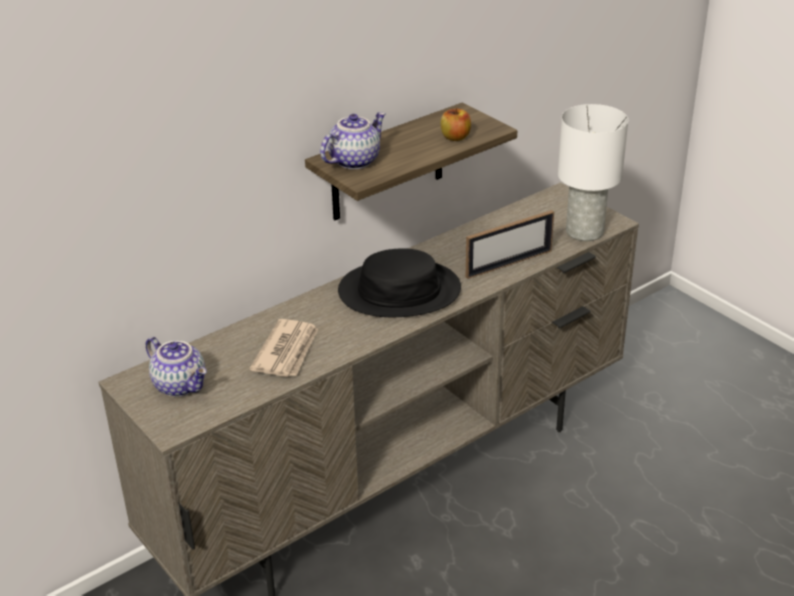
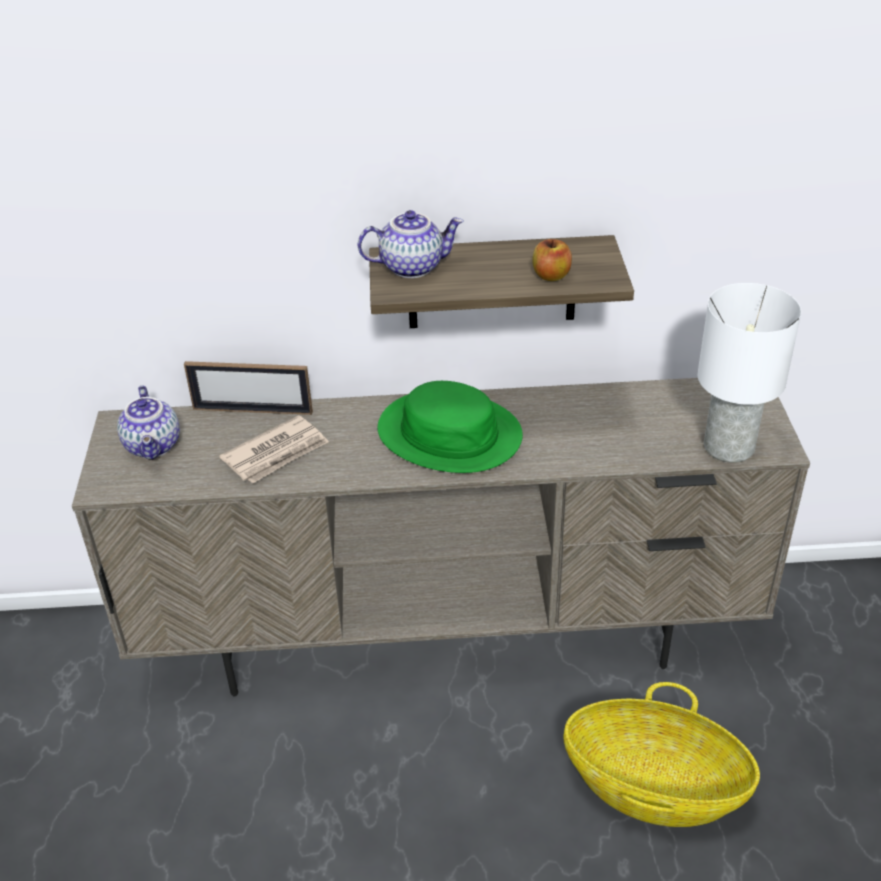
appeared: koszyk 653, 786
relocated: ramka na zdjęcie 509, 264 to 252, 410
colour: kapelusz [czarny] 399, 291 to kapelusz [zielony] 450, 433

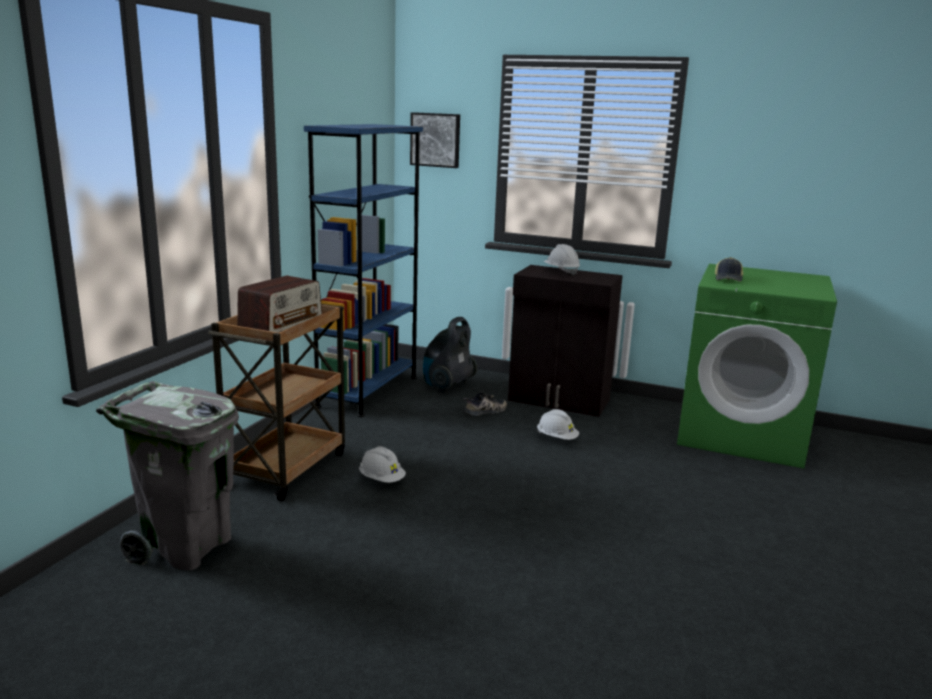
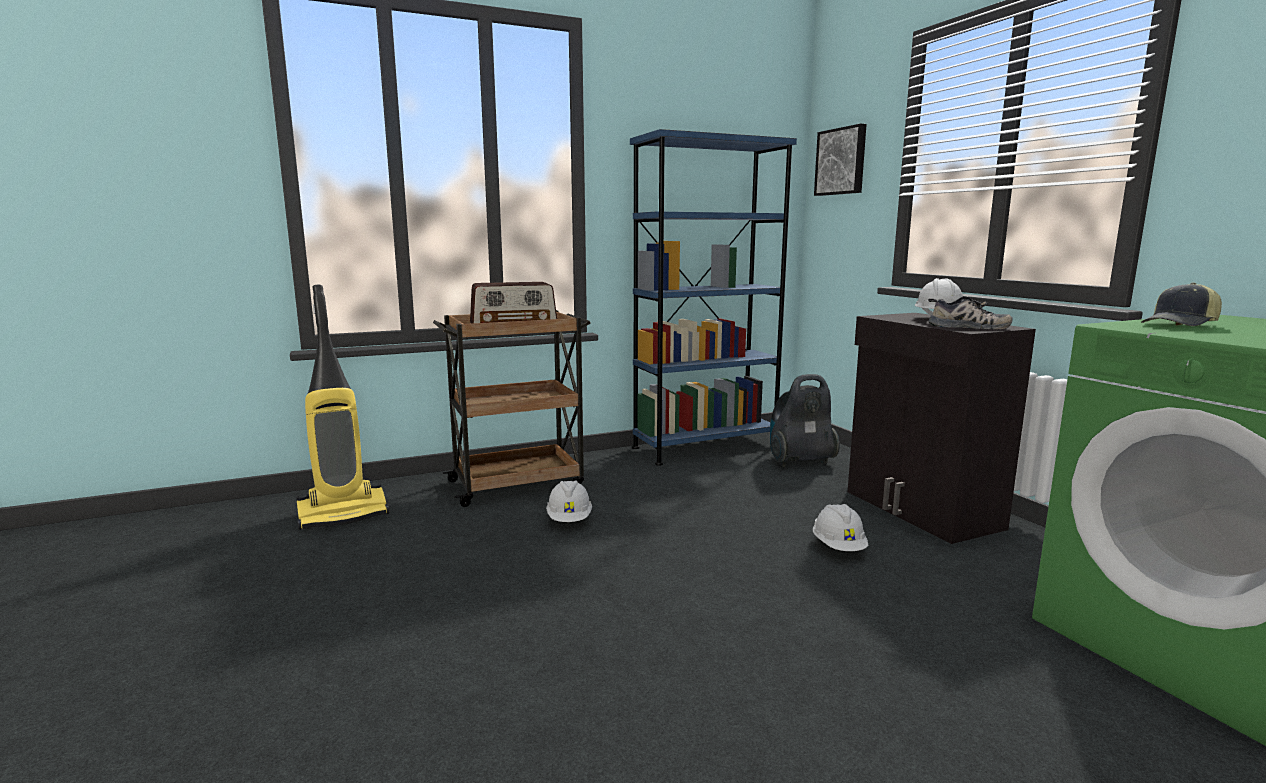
relocated: but 485, 411 to 968, 327
exchanged: kosz na śmieci [szary] 186, 547 to odkurzacz 344, 514

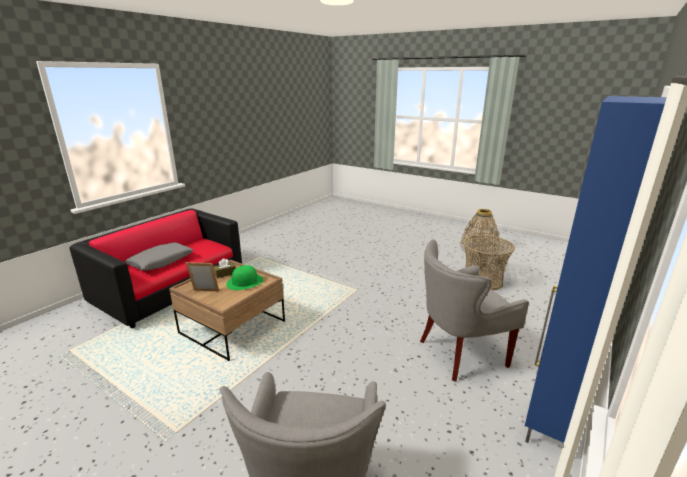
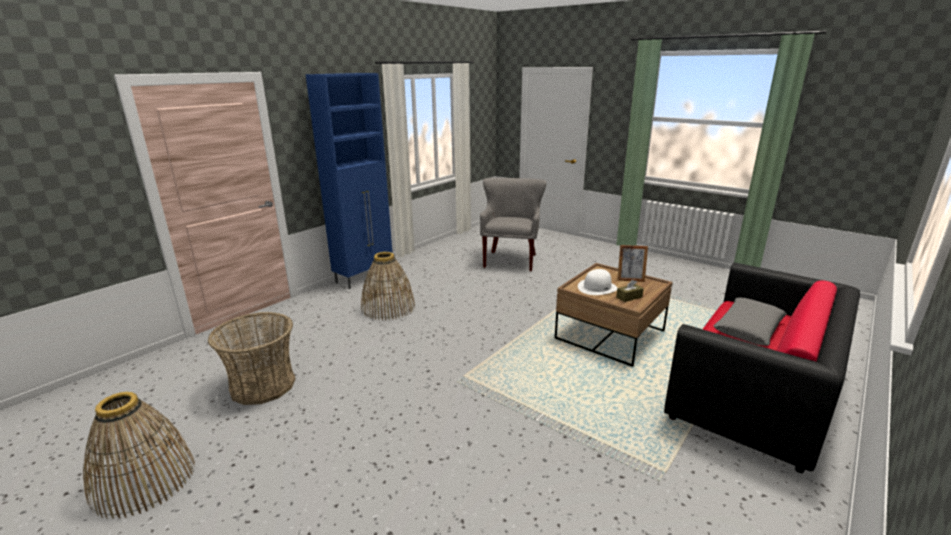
exchanged: fotel [szary] 459, 353 to koszyk 388, 307
colour: kapelusz [zielony] 245, 282 to kapelusz [biały] 597, 287

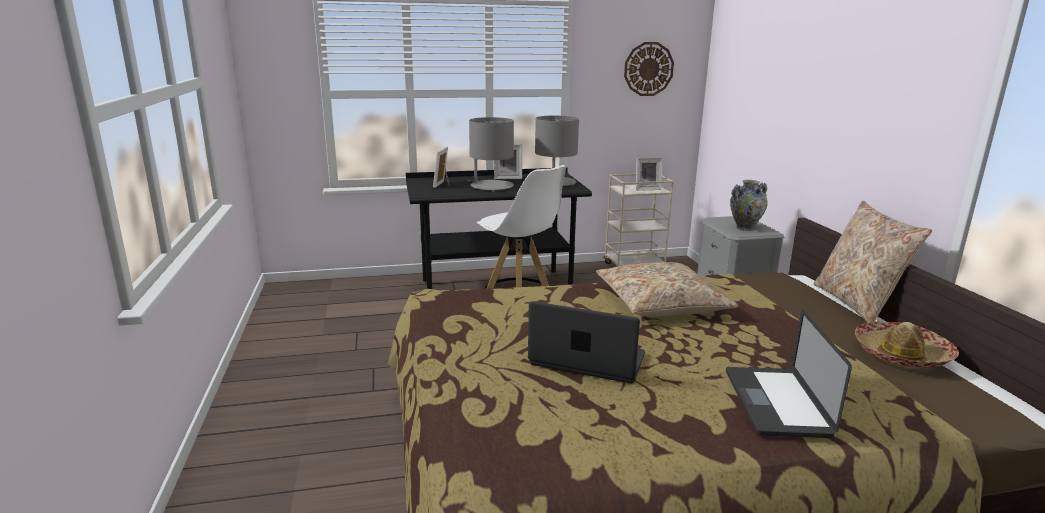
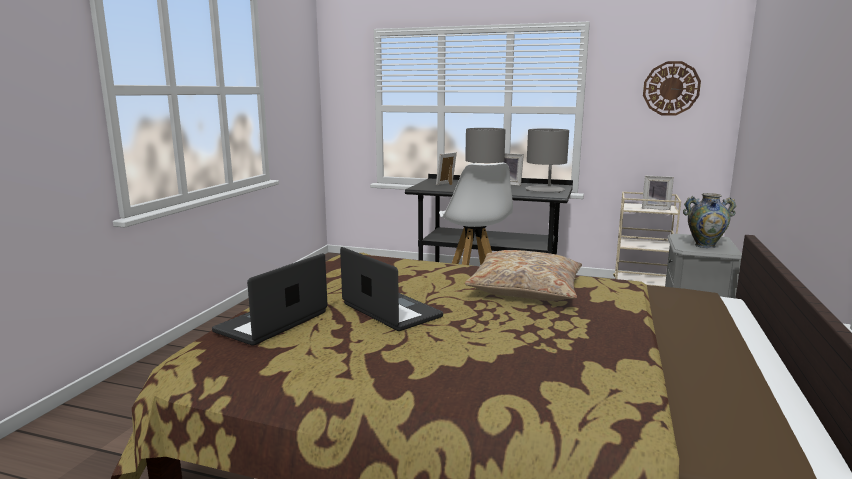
missing: poduszka [beżowy] 857, 304; kapelusz 901, 354
relocated: laptop 776, 403 to 272, 322

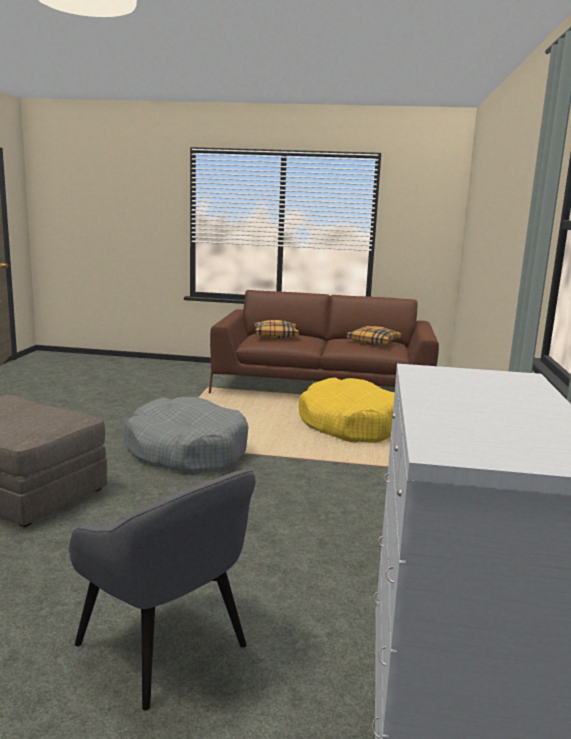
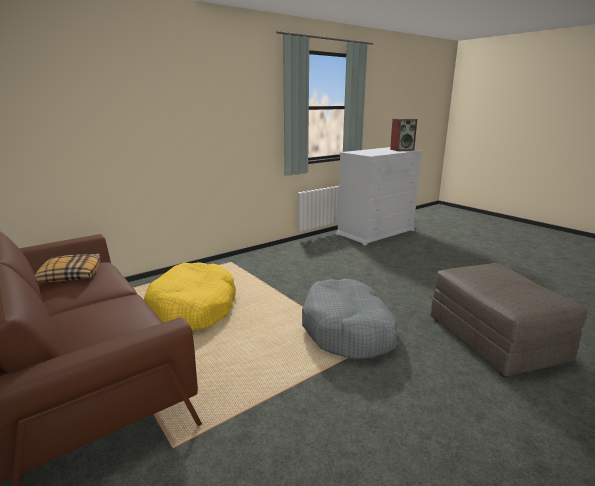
missing: fotel [szary] 164, 647; poduszka 275, 335
appeared: głośnik 402, 150

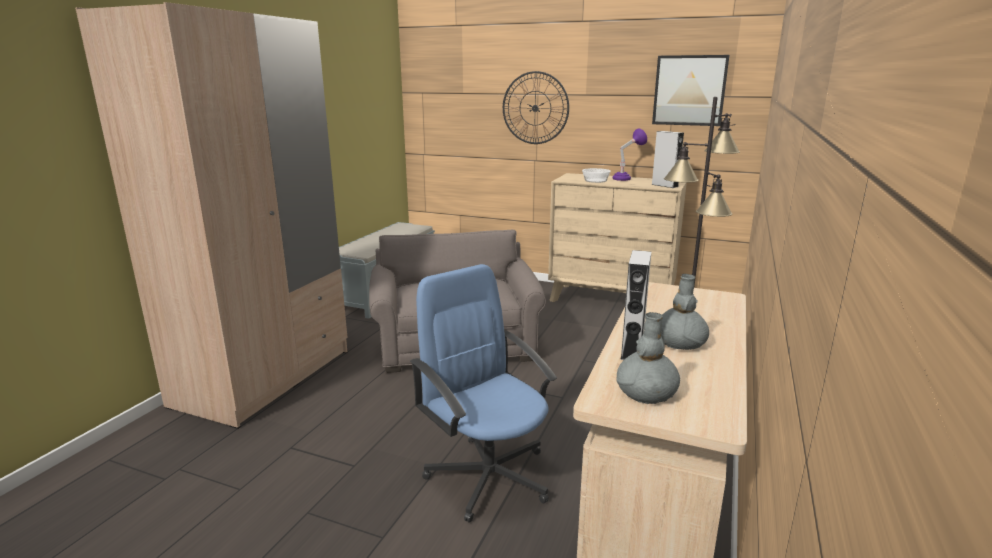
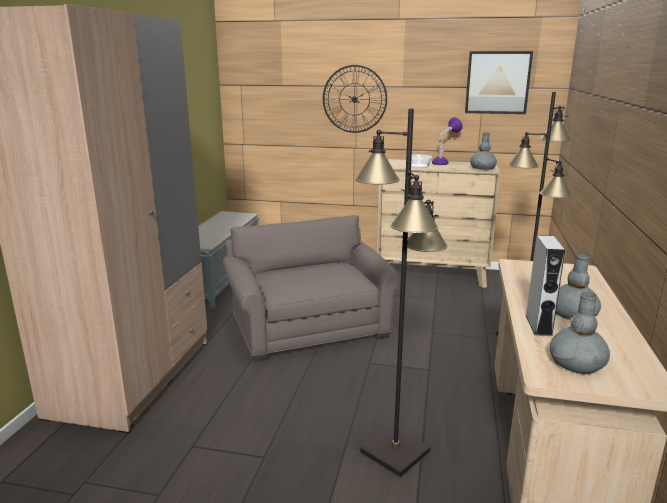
exchanged: krzesło biurowe [niebieski] 488, 475 to lampa stojąca [czarny] 395, 451; głośnik [szary] 664, 185 to wazon [szary] 482, 168

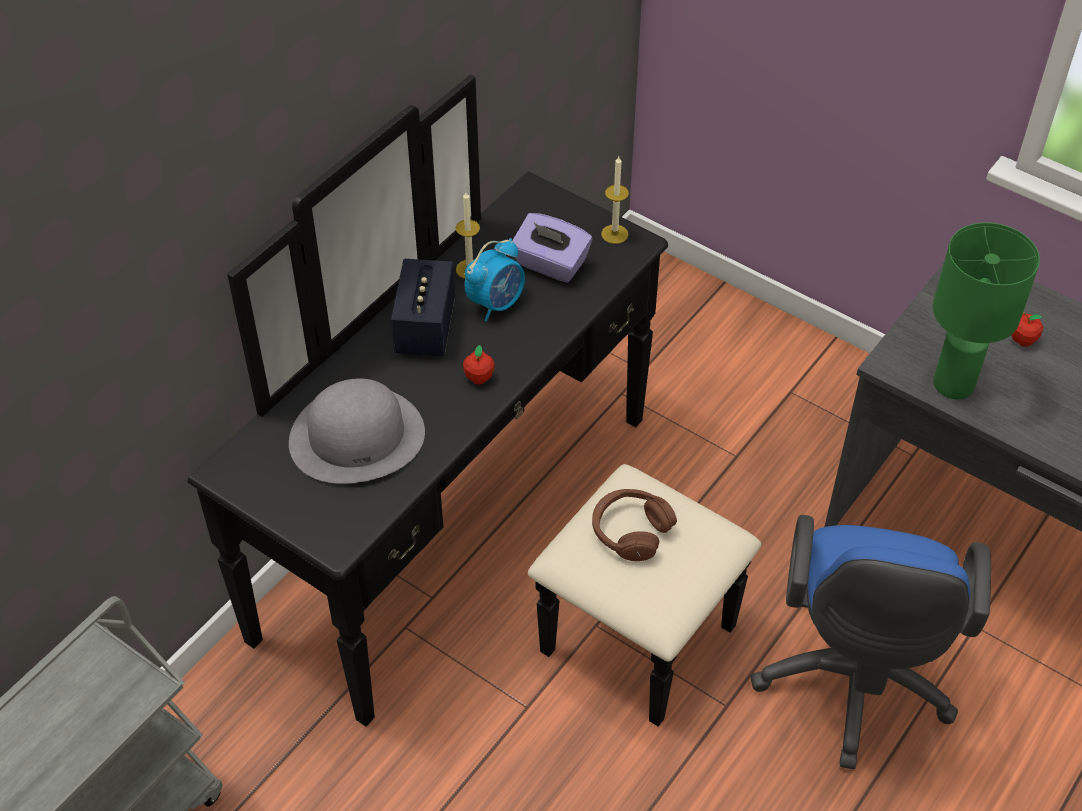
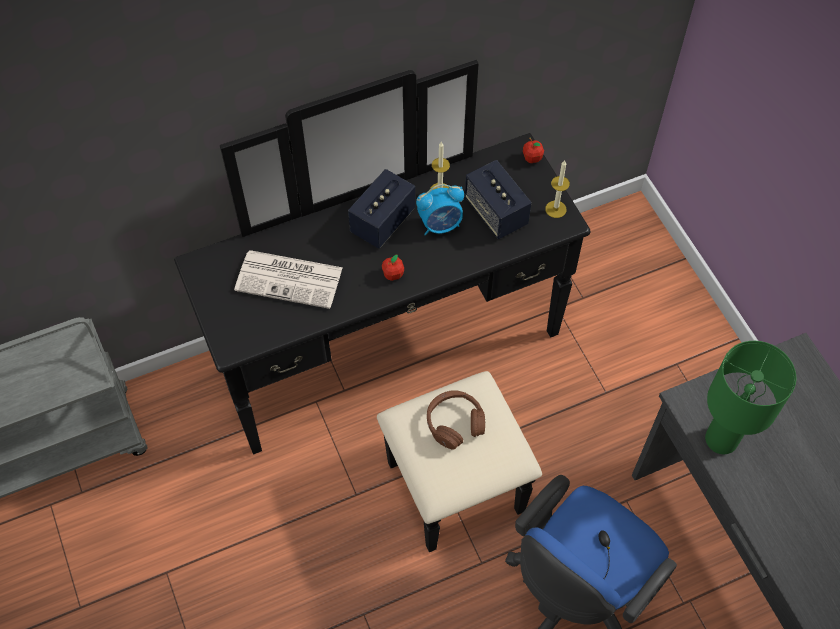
relocated: jabłko 1022, 340 to 532, 158
exchanged: kapelusz [szary] 357, 436 to gazeta 290, 279; pudełko chusteczek [fioletowy] 550, 264 to głośnik 496, 212

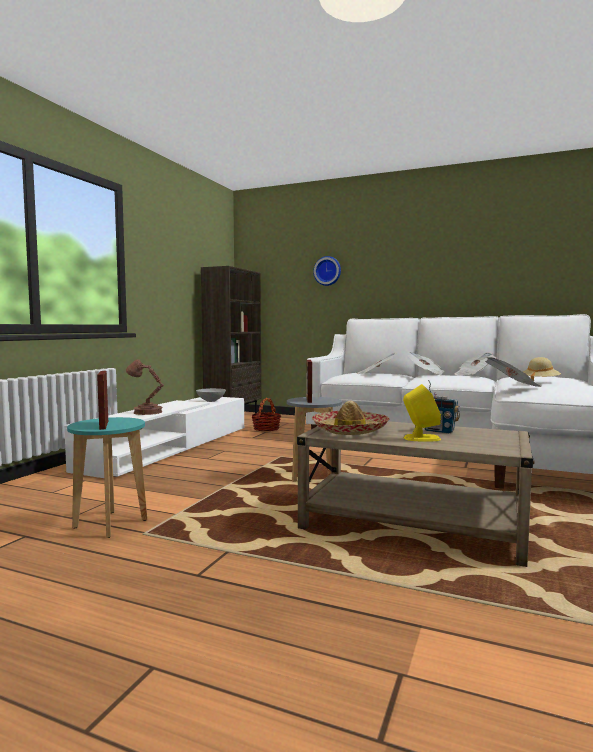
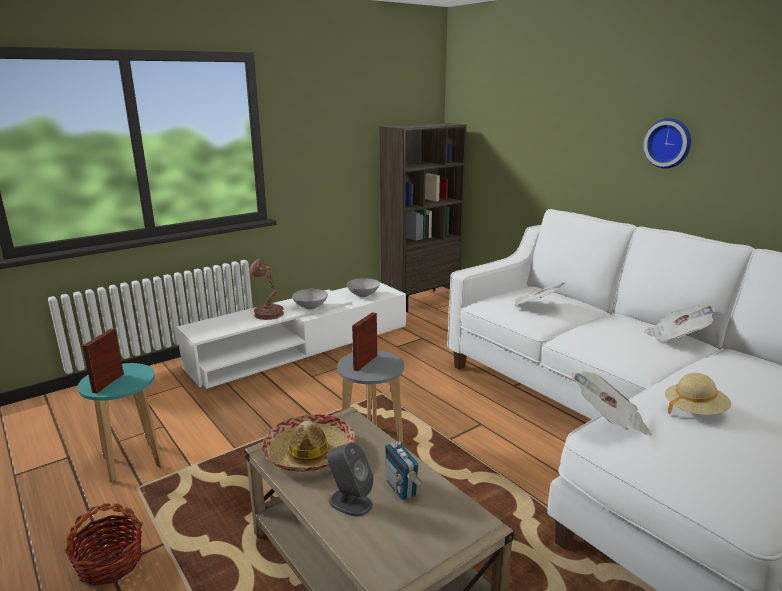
missing: gazeta 426, 373
appeared: miska [szary] 310, 307
relocated: koszyk 266, 429 to 110, 563; zegar ścienny 327, 271 to 669, 143
colour: głośnik [żółty] 421, 438 to głośnik [szary] 350, 502

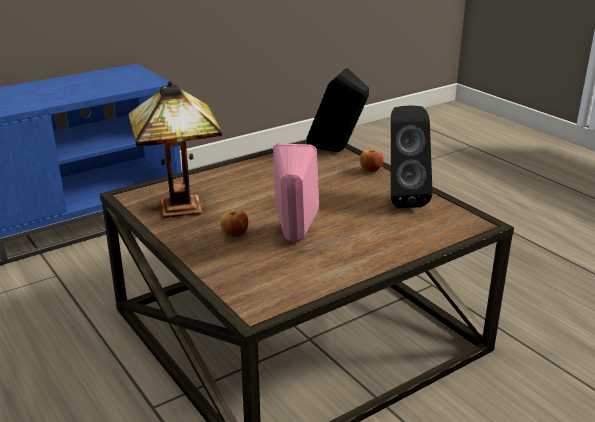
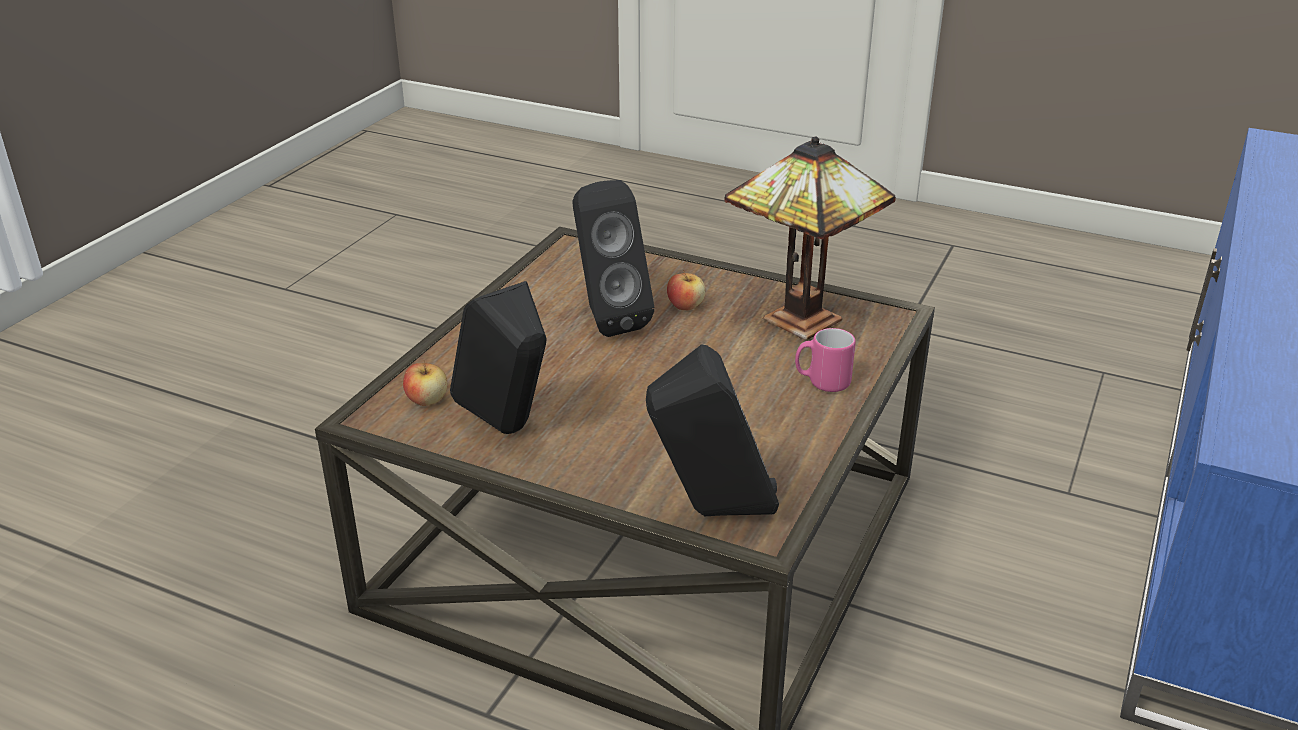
appeared: kubek [różowy] 822, 382
relocated: jabłko 370, 170 to 427, 400
colour: głośnik [różowy] 294, 240 to głośnik [czarny] 606, 319

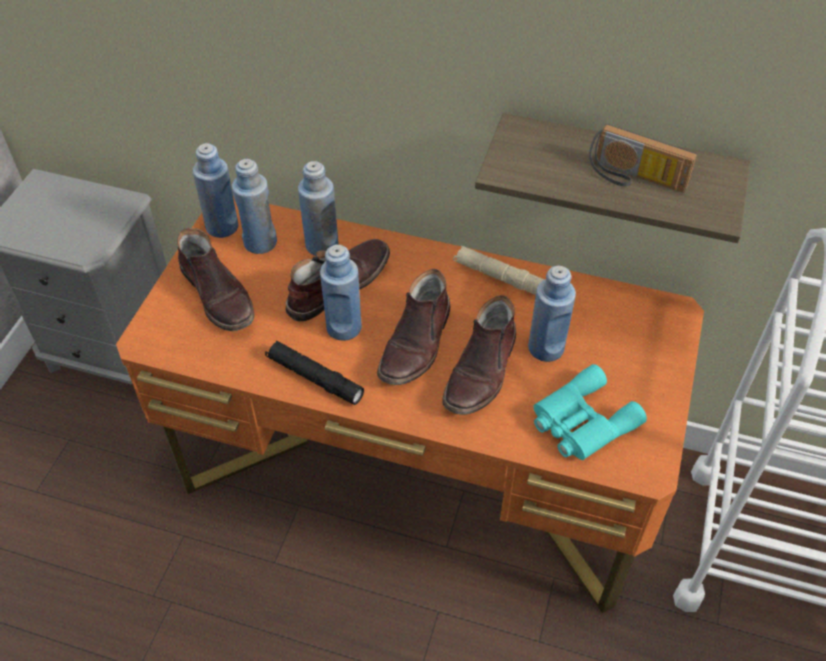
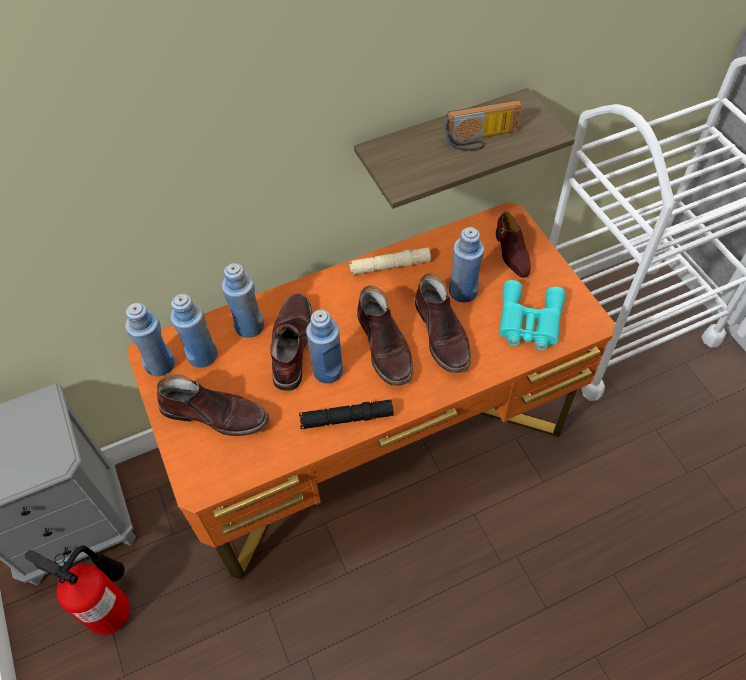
appeared: gaśnica 112, 606; but [brązowy] 511, 253

